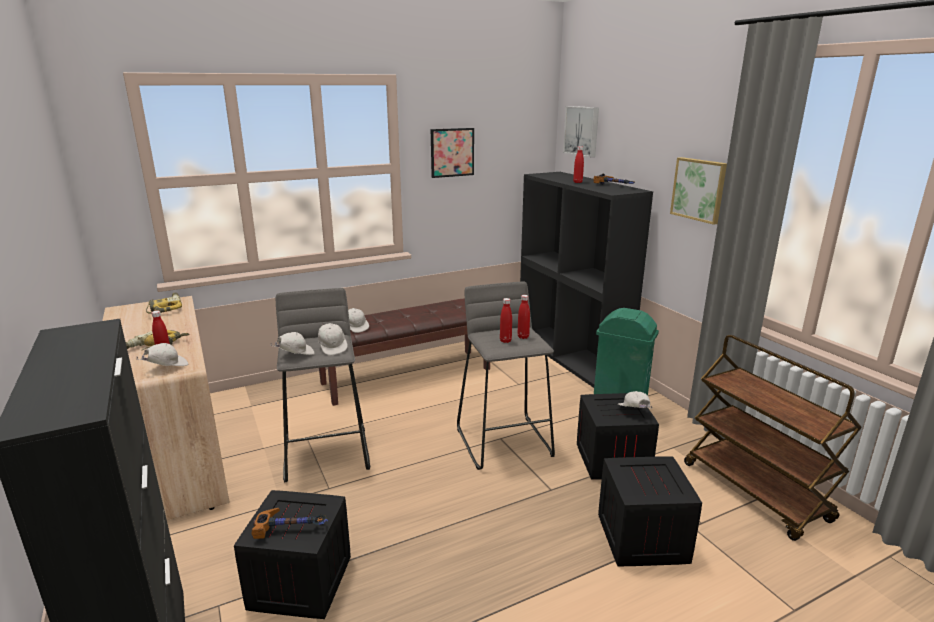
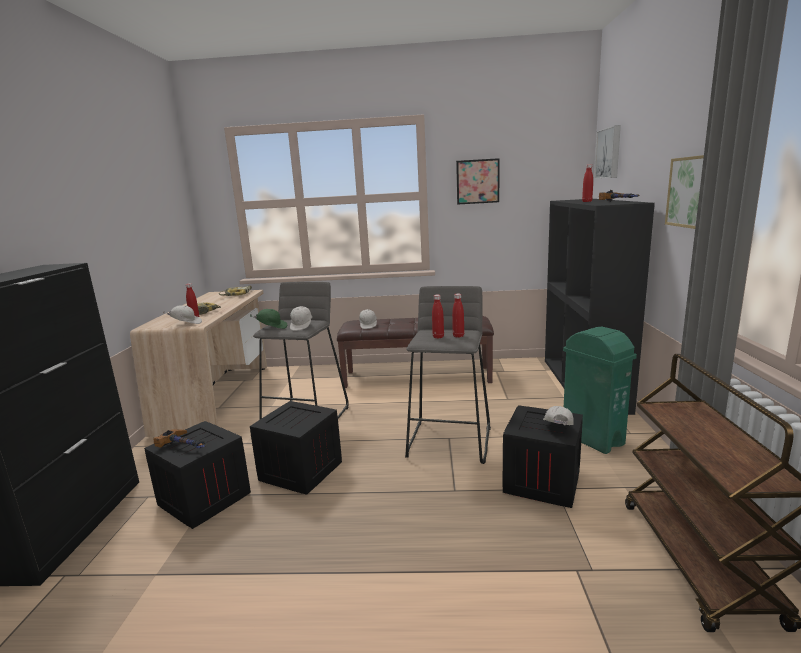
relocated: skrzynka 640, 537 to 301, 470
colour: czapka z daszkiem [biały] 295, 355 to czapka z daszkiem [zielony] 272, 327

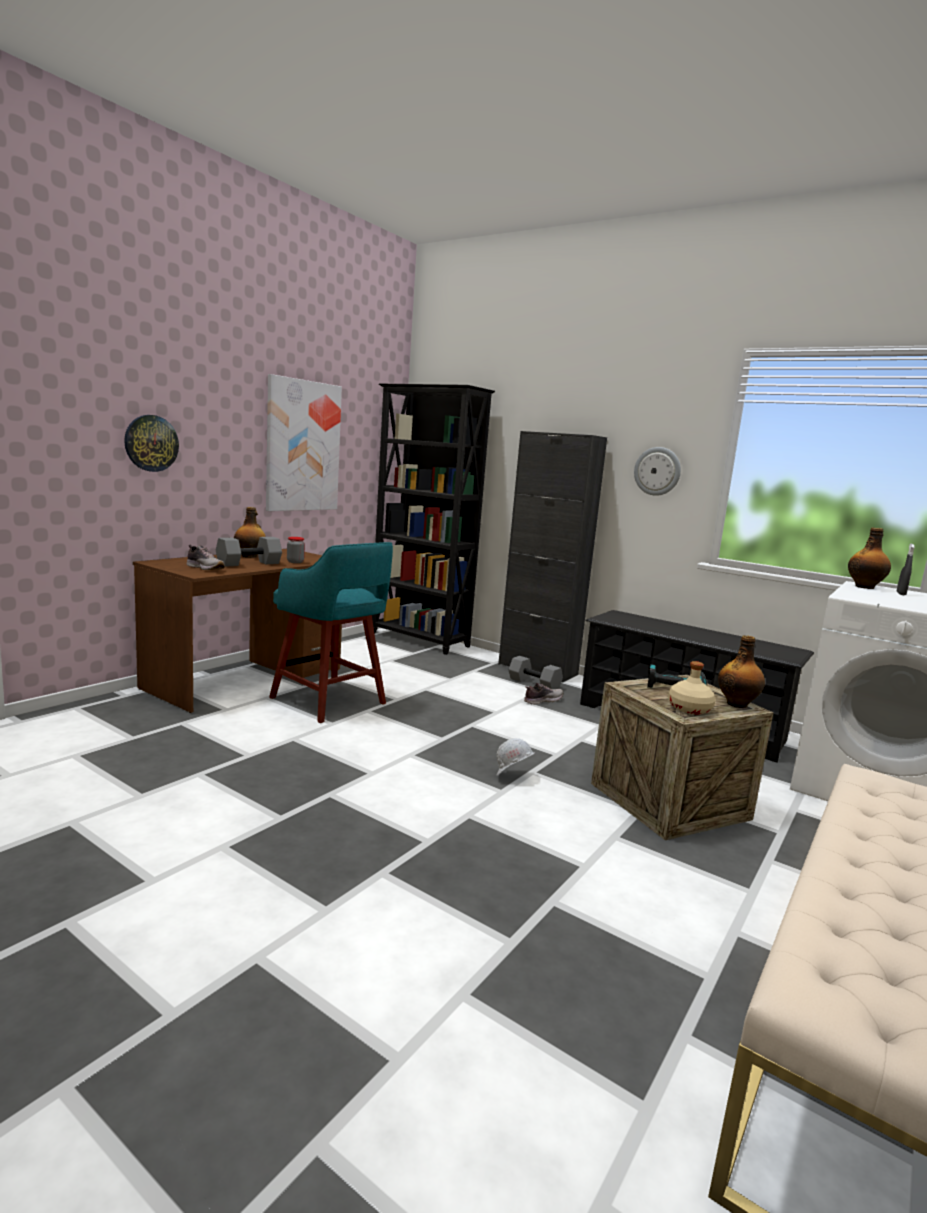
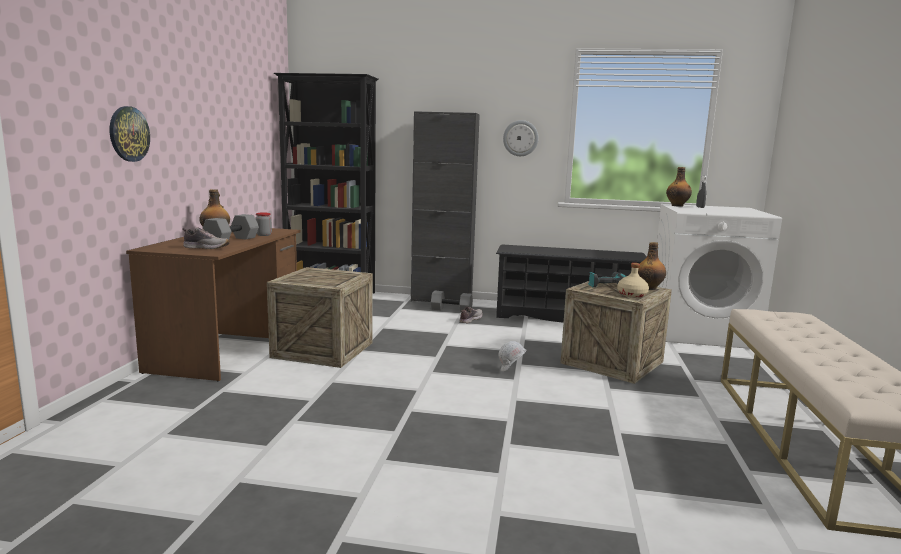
missing: obraz 302, 446
exchanged: stołek [turkusowy] 330, 702 to skrzynka 323, 350

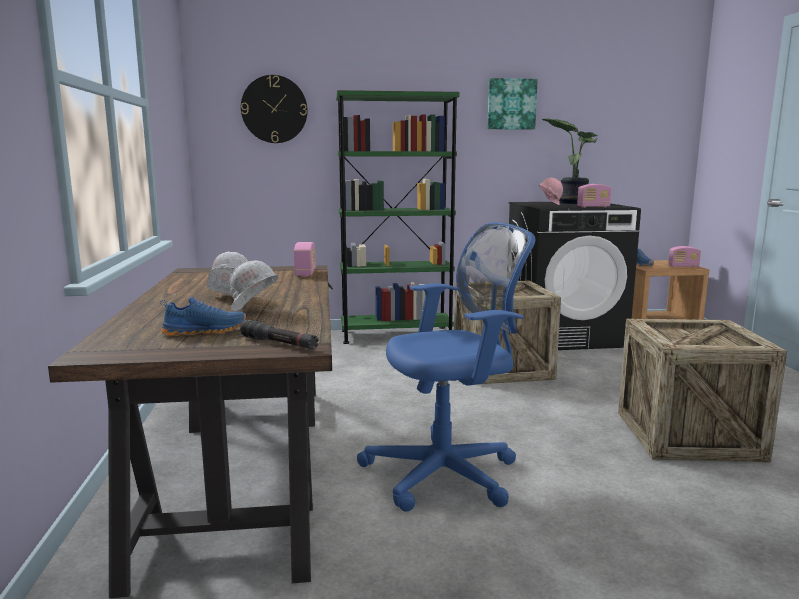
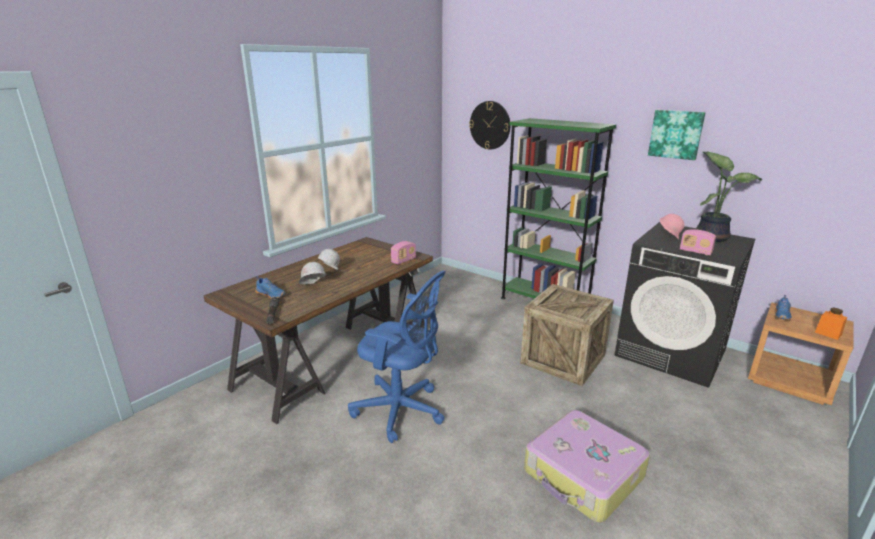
exchanged: skrzynka 687, 435 to walizka 583, 475; radio 683, 267 to słoik [pomarańczowy] 828, 333

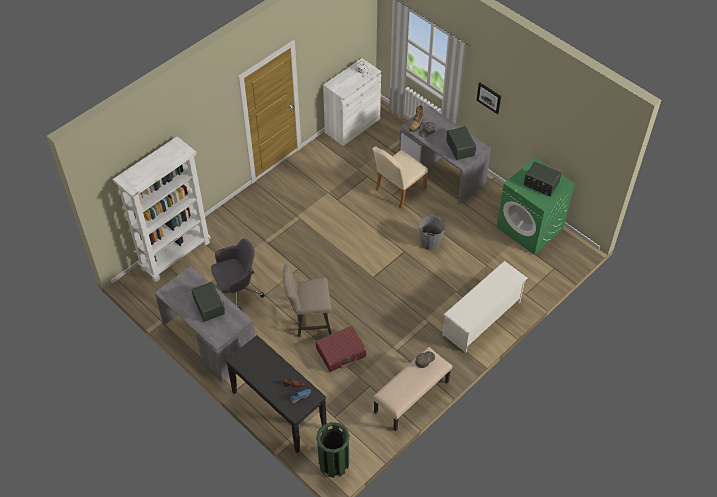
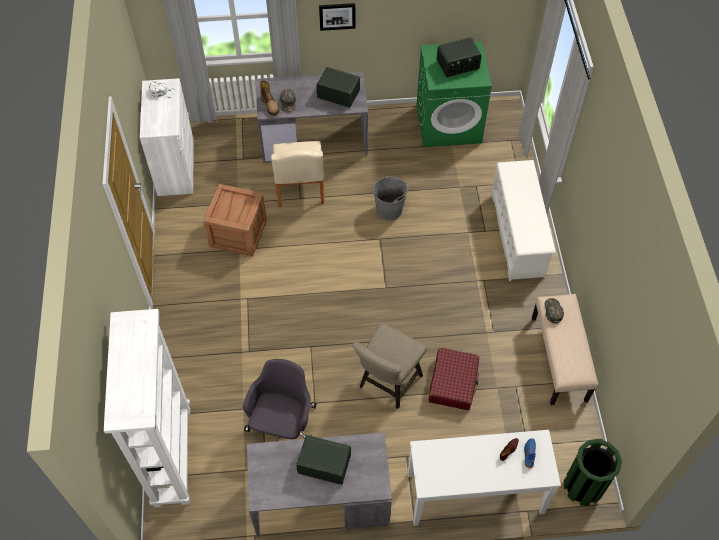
appeared: skrzynka 238, 233
colour: stolik konsolowy [czarny] 278, 409 to stolik konsolowy [biały] 475, 493

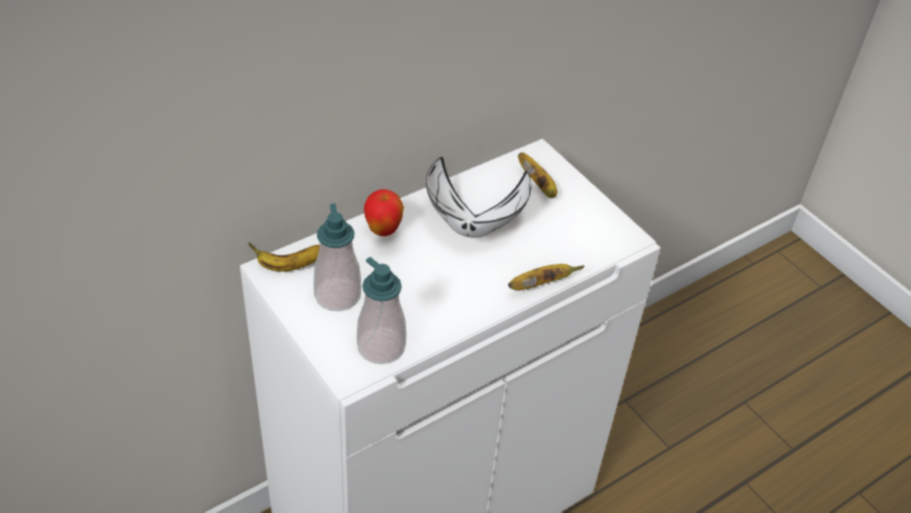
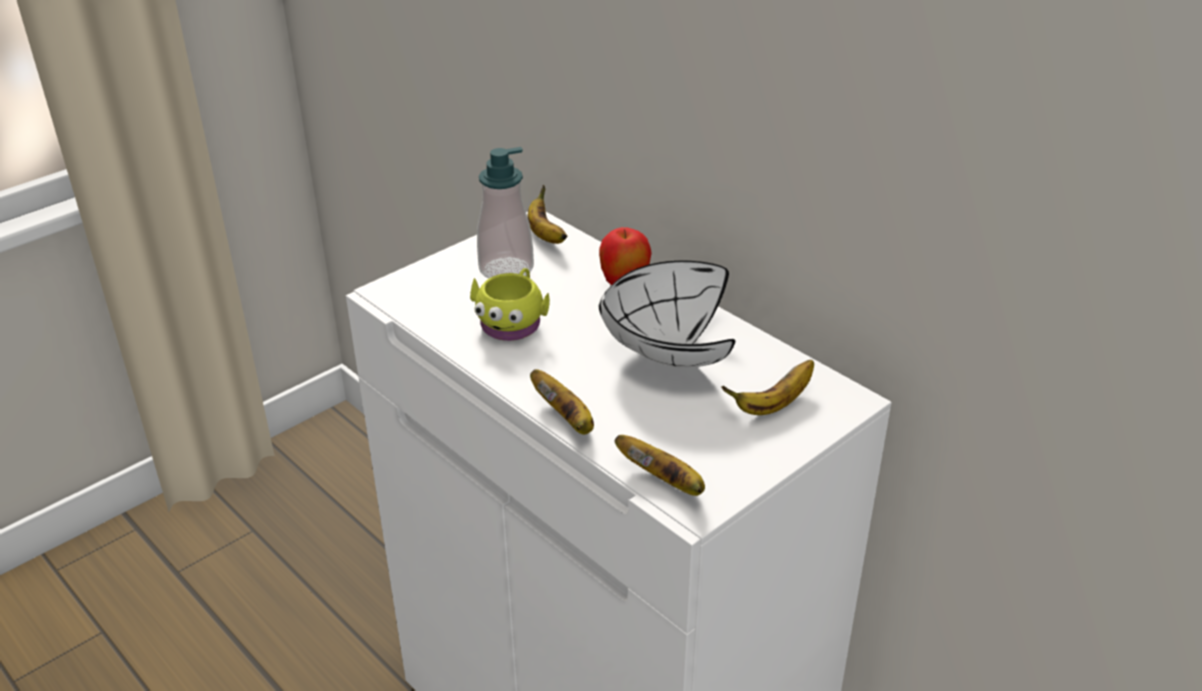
missing: dozownik mydła 381, 347
appeared: kubek [żółty] 513, 322; banan 664, 481

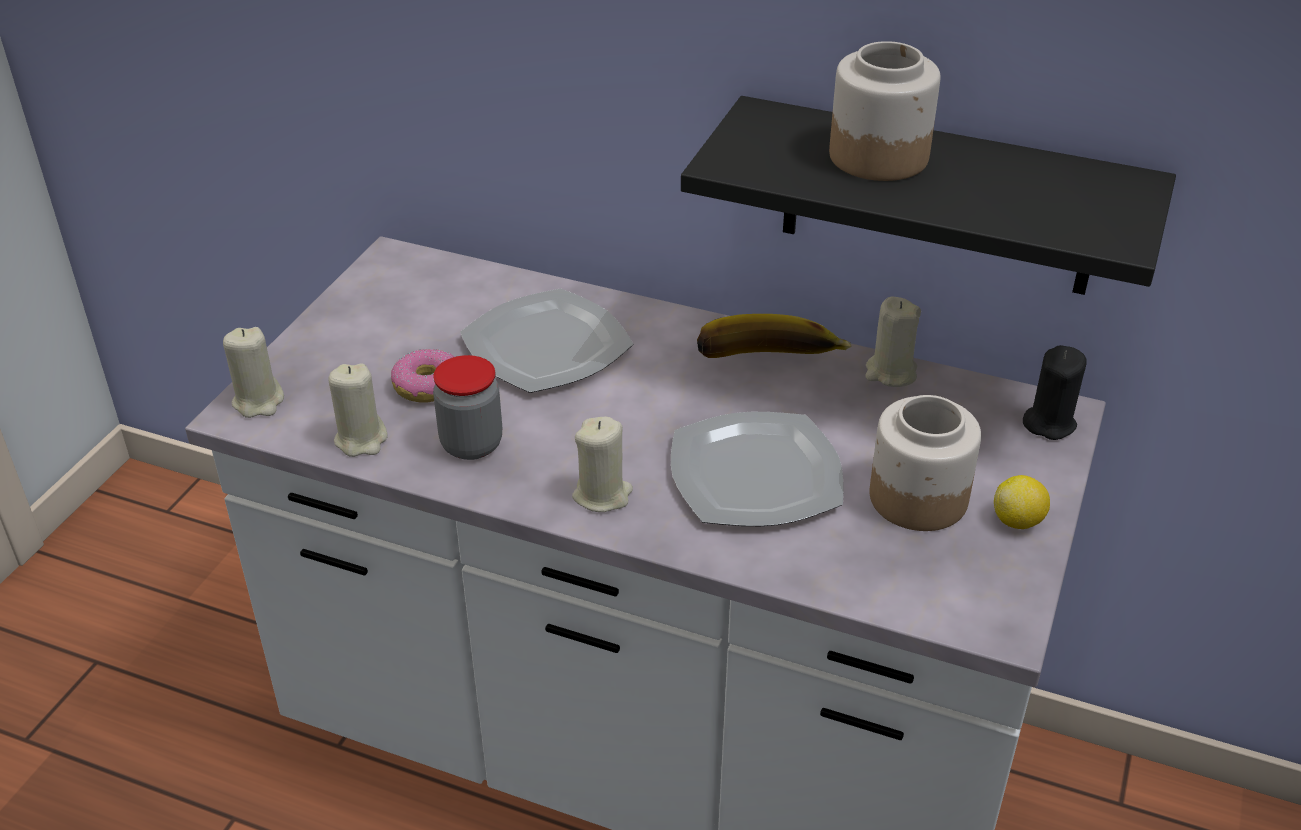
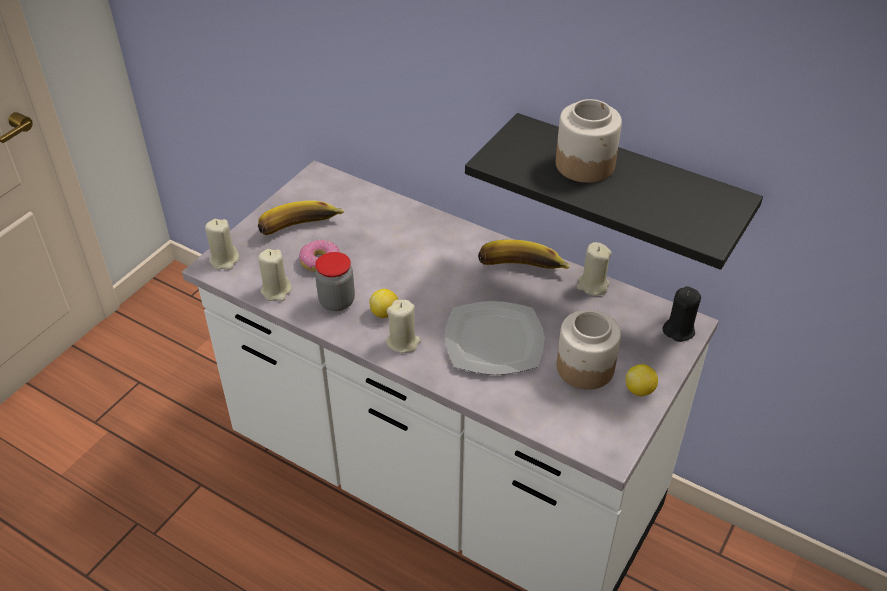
missing: talerz 546, 347
appeared: banan 301, 230; cytryna 385, 313

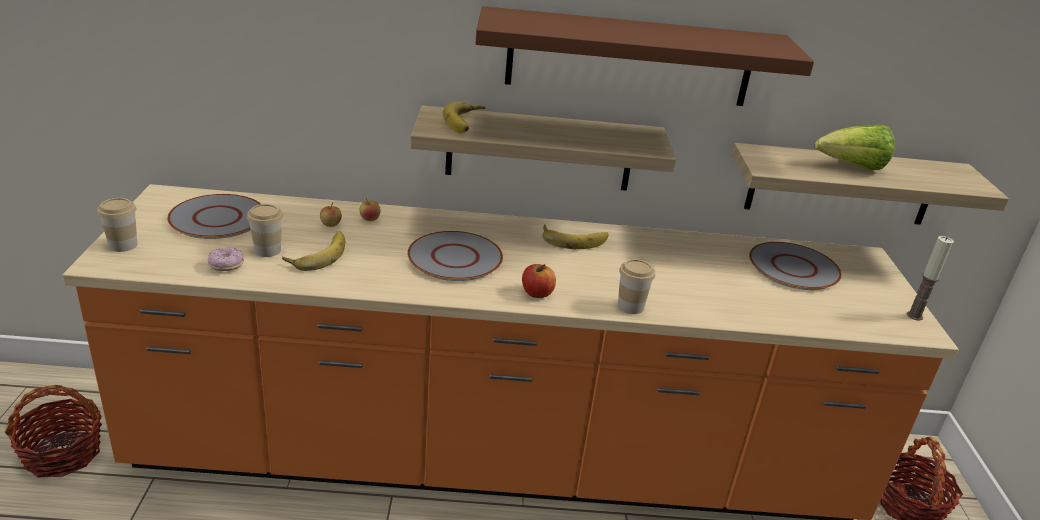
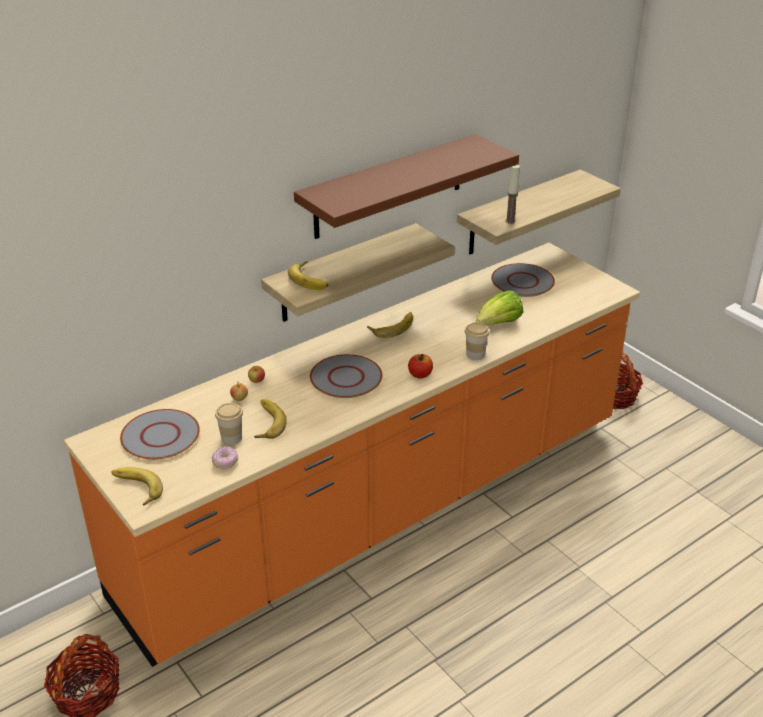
relocated: sałata 851, 167 to 498, 324; świeca 914, 316 to 510, 221
exchanged: filiżanka 123, 245 to banan 135, 489

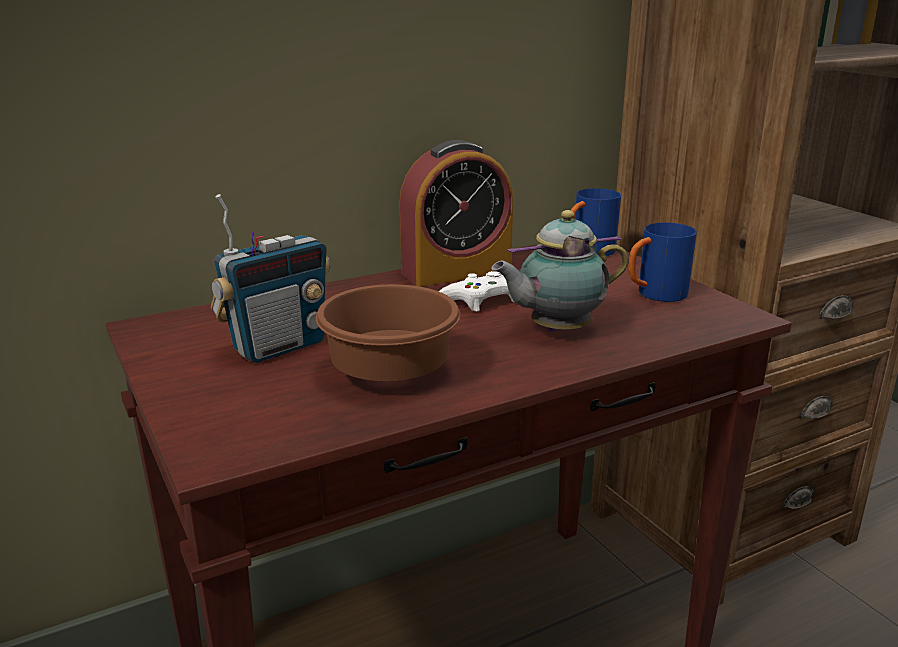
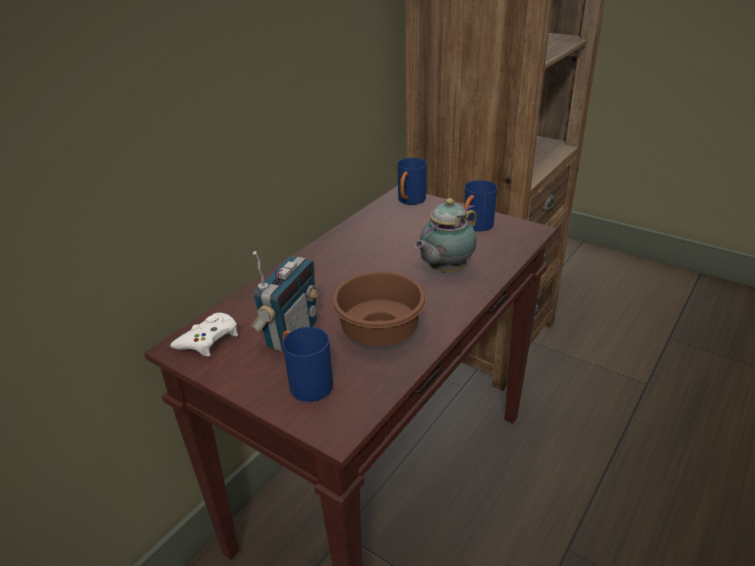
missing: budzik 456, 271
appeared: kubek [niebieski] 305, 383
relocated: pad do gier [biały] 483, 299 to 208, 339

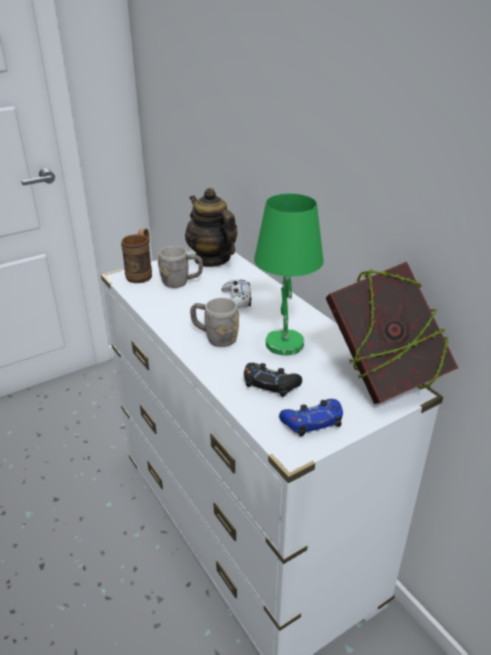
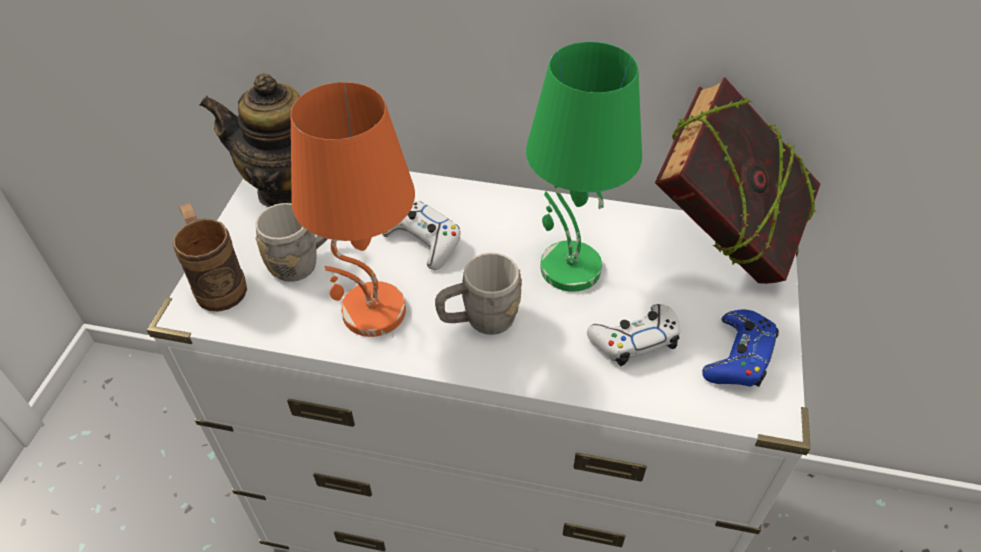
appeared: lampa stołowa [pomarańczowy] 372, 313
colour: pad do gier [czarny] 271, 384 to pad do gier [biały] 634, 340

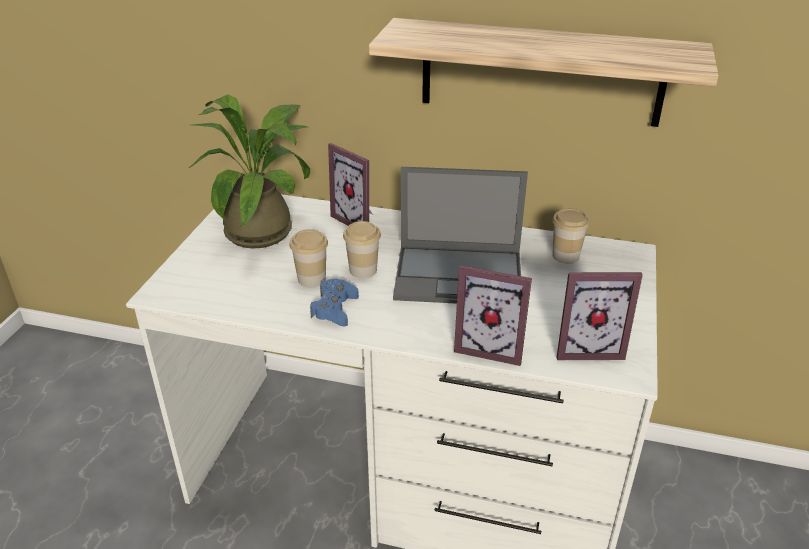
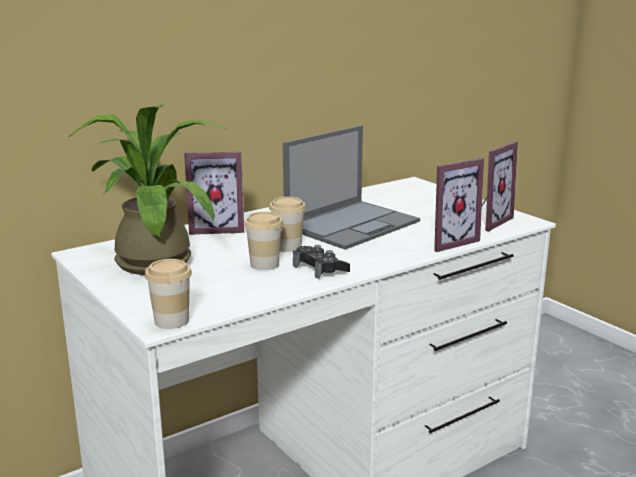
missing: półka 541, 72
relocated: filiżanka 565, 256 to 171, 321
colour: pad do gier [niebieski] 335, 308 to pad do gier [czarny] 320, 268

